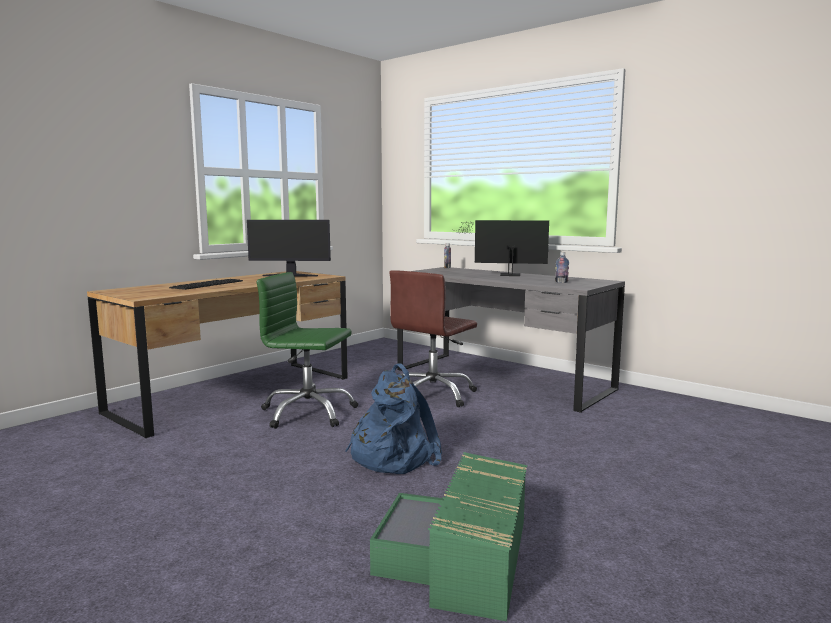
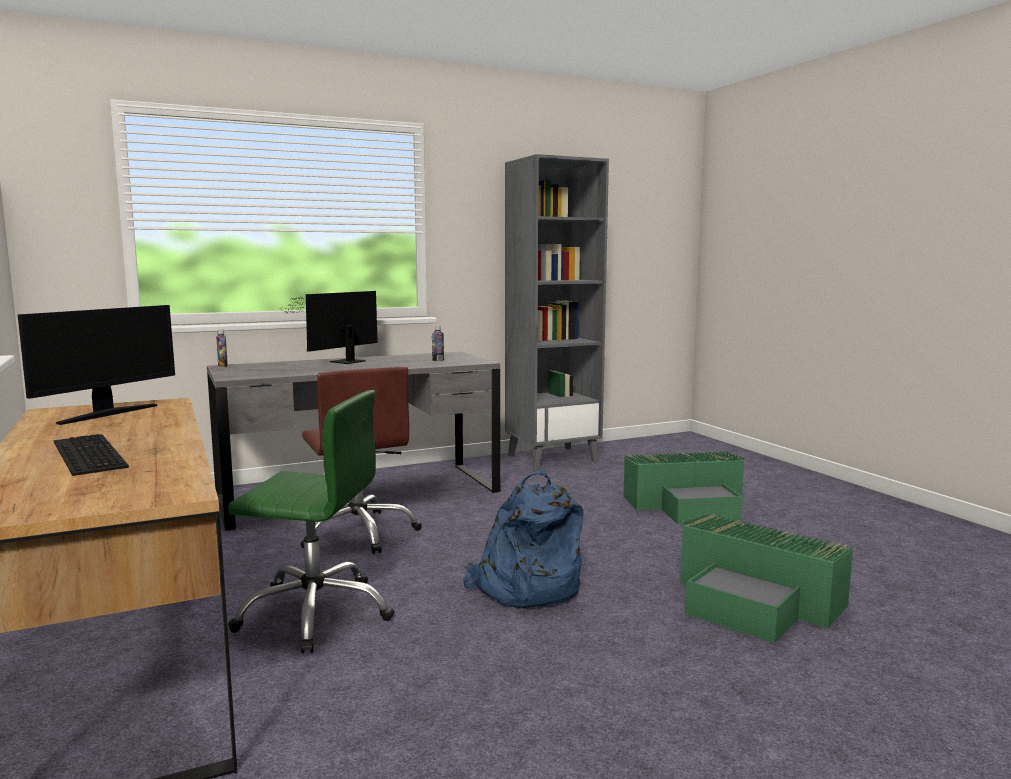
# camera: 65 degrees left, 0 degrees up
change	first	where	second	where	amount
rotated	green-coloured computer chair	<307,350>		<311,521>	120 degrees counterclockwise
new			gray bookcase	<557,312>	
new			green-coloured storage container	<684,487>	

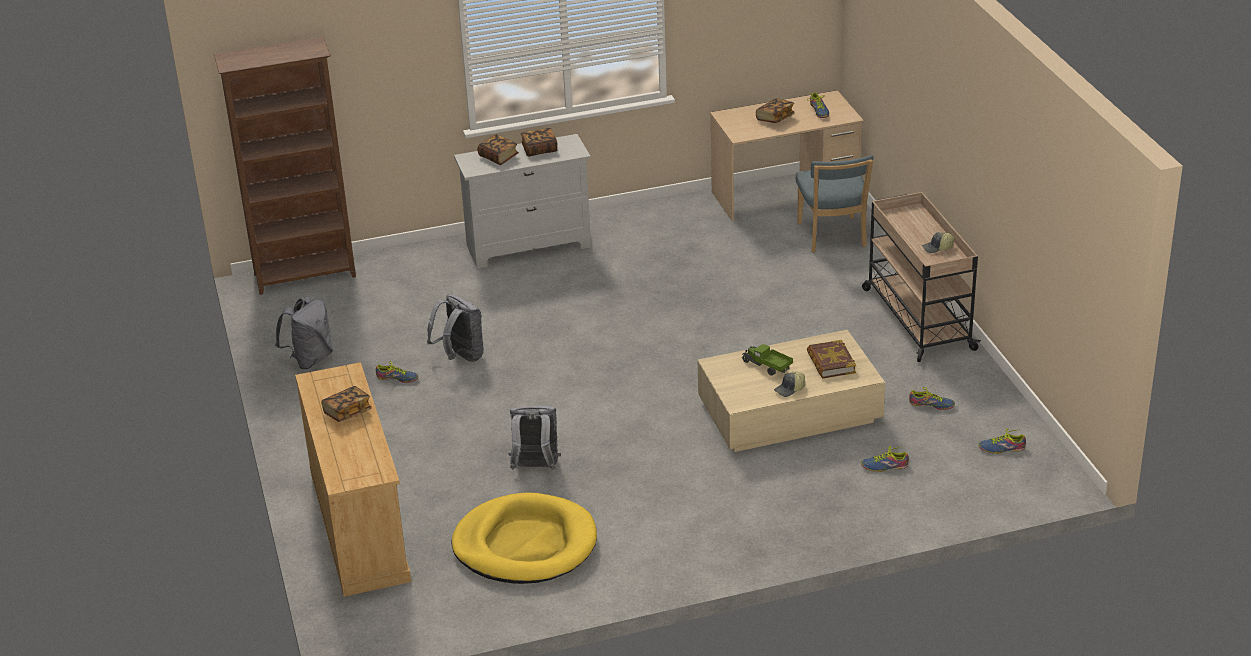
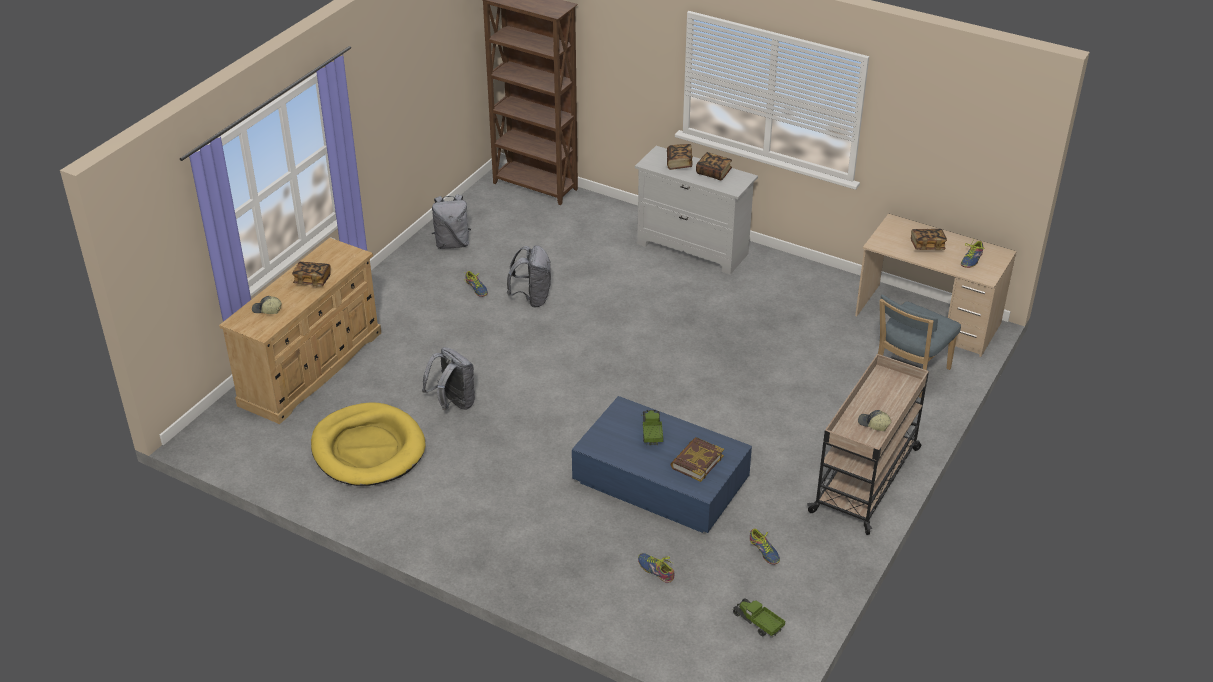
# camera: 45 degrees right, 5 degrees up
change	first	where	second	where	amount
repainted	beige-coloured lounge table	<791,391>	bluish lounge table	<662,464>	
shifted	baseball cap	<789,384>		<267,305>	
swapped	low shoe	<1002,441>	model truck	<758,617>	

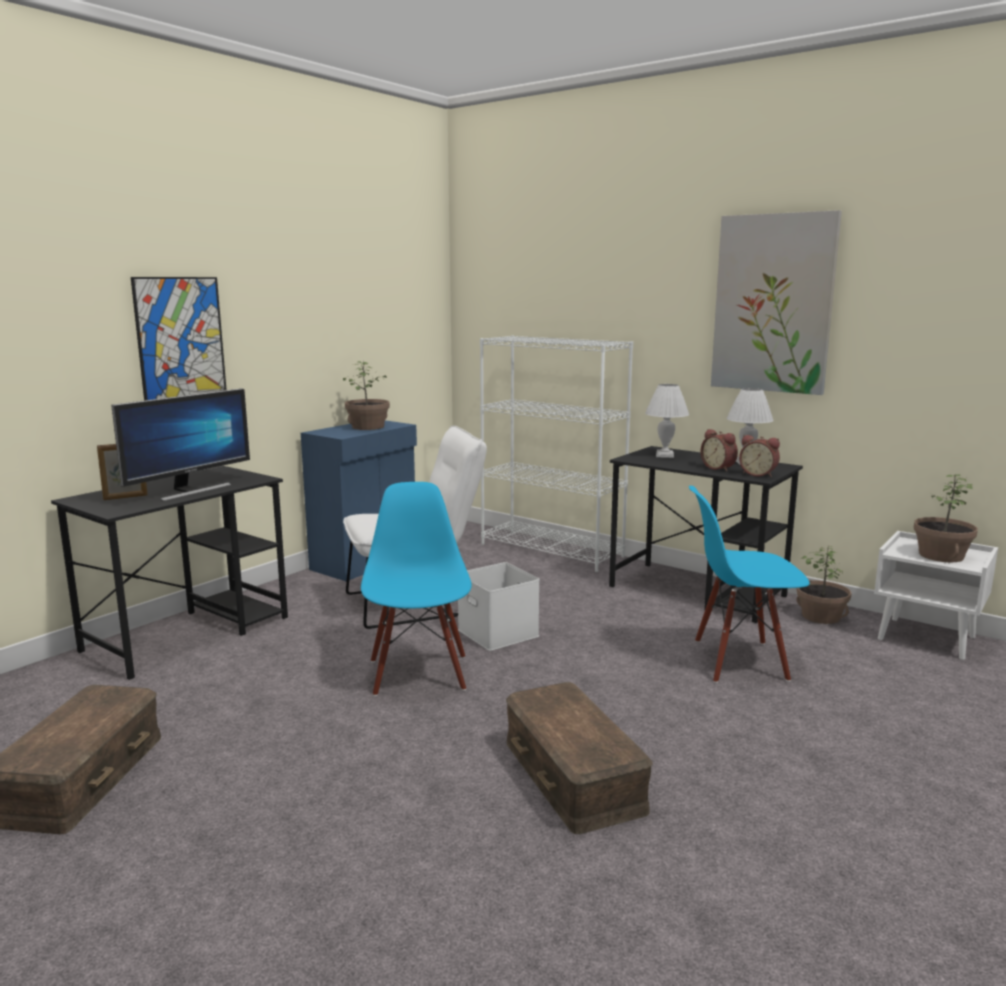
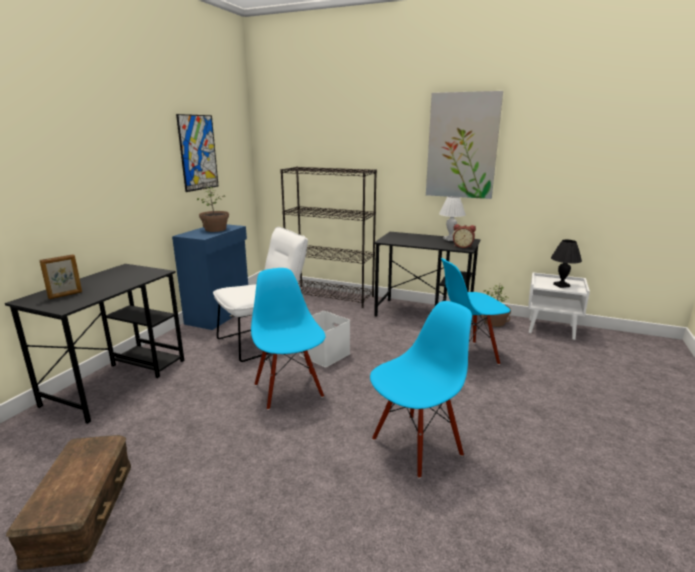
# camera: 15 degrees left, 5 degrees up
change	first	where	second	where	amount
shifted	picture	<179,339>		<197,153>	
repainted	white bookcase	<556,453>	blackish bookcase	<328,237>	
gone	white tabletop lamp	<667,421>			
gone	monitor	<180,444>			
gone	bedside clock	<719,450>			
swapped	plant in a pot	<946,518>	blackish tabletop lamp	<566,264>	
swapped	brown storage container	<579,758>	bluish plain chair	<421,390>	

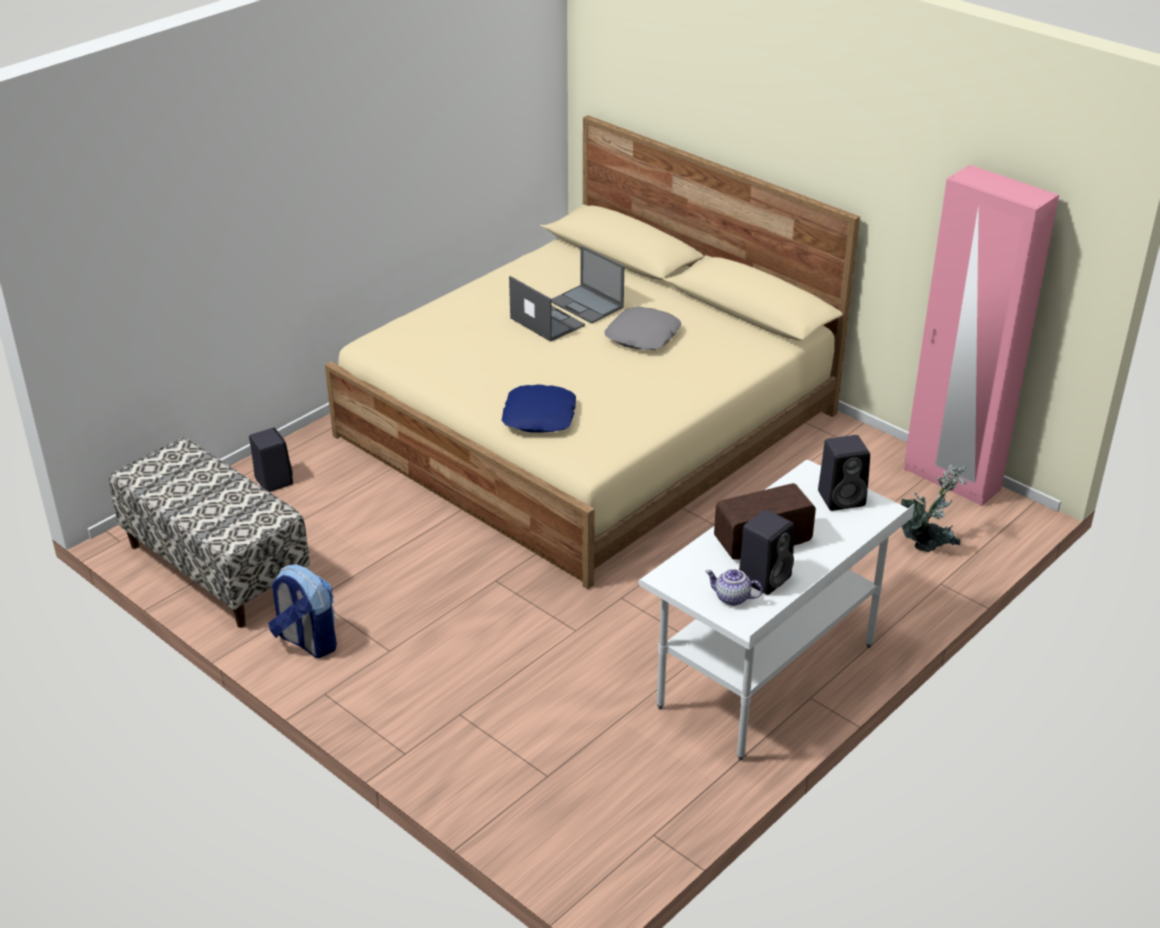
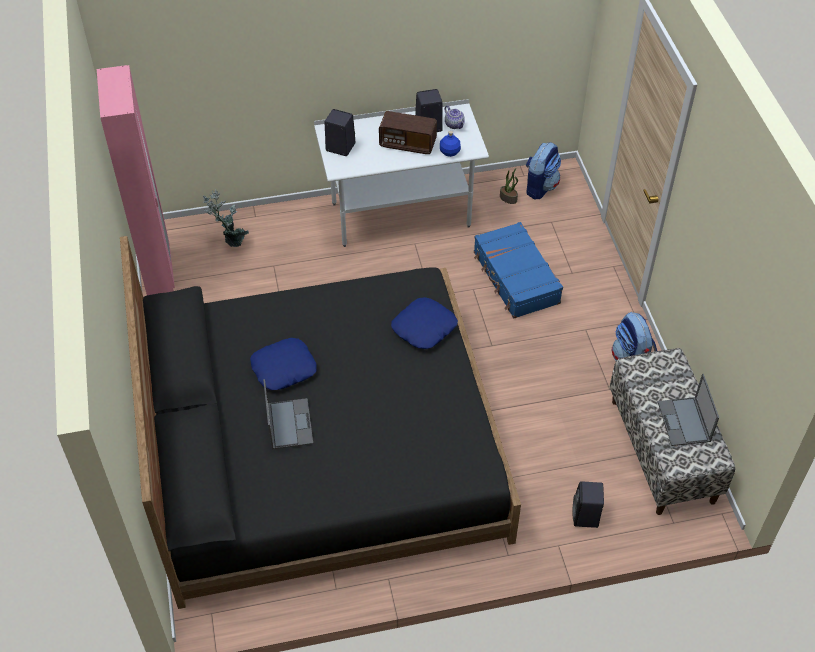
# camera: 145 degrees left, 15 degrees up
change	first	where	second	where	amount
repainted	beige-coloured sleeping bed	<592,352>	blackish sleeping bed	<320,422>	
shifted	laptop	<547,309>		<688,410>	
repainted	gray throw pillow	<643,328>	bluish throw pillow	<283,364>	
new			bluish beverage bottle	<450,144>	
new			rucksack	<543,171>	
new			plant in a pot	<509,186>	
new			bluish piece of luggage	<518,270>	

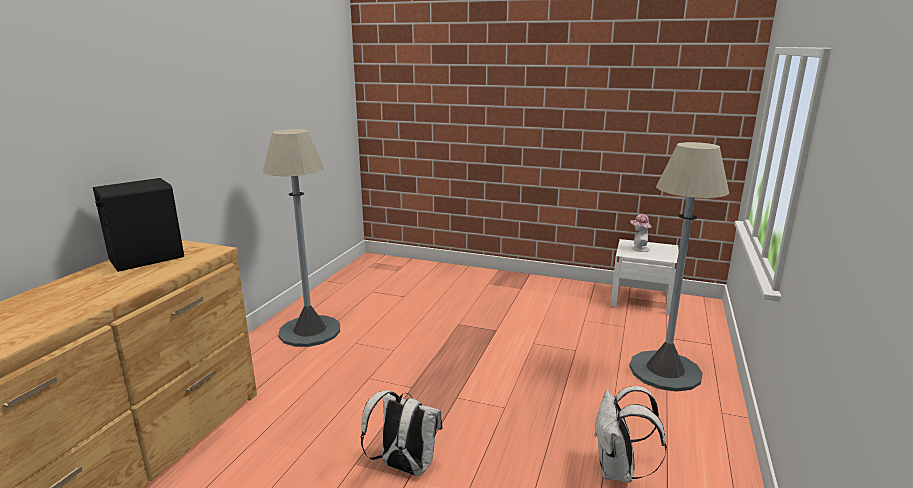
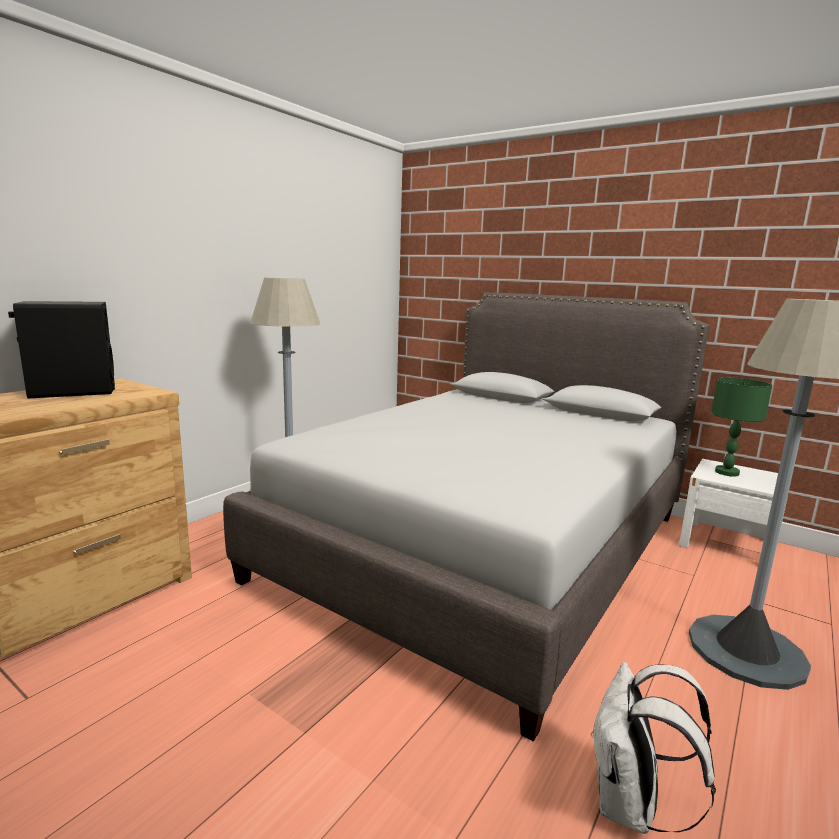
# camera: 15 degrees right, 5 degrees down
change	first	where	second	where	amount
swapped	wearable hat	<641,233>	green-coloured tabletop lamp	<742,427>	
gone	white rucksack	<402,433>			
new			gray sleeping bed	<466,517>	

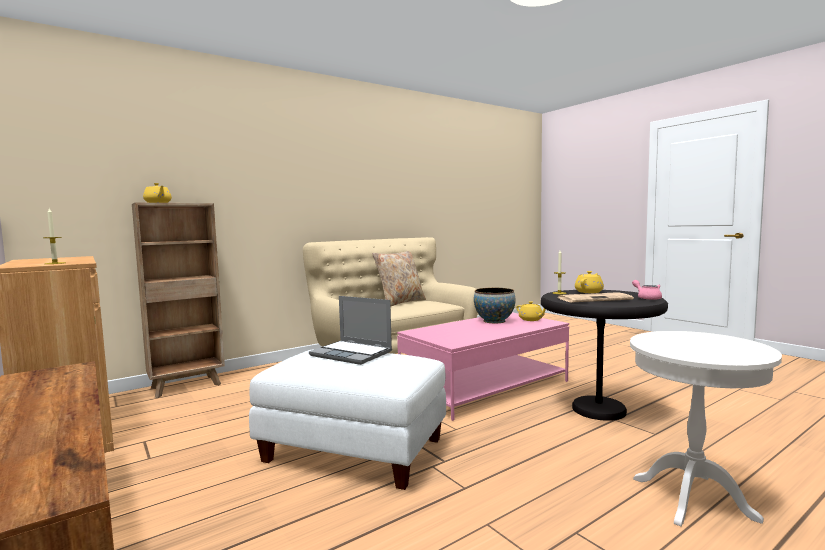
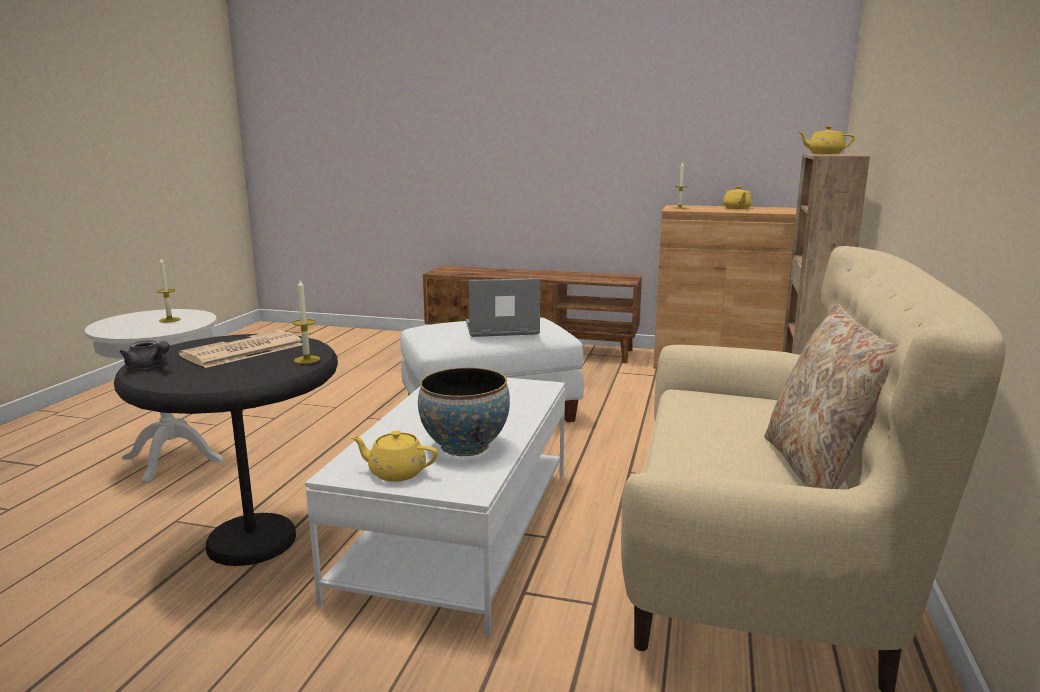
# camera: 140 degrees right, 10 degrees up
change	first	where	second	where	amount
shifted	yellow-coloured tea pot	<589,282>		<737,197>	
repainted	pink tea pot	<647,290>	gray tea pot	<144,354>	
repainted	pink lounge table	<483,366>	white lounge table	<435,507>	
new			wax light	<168,290>	

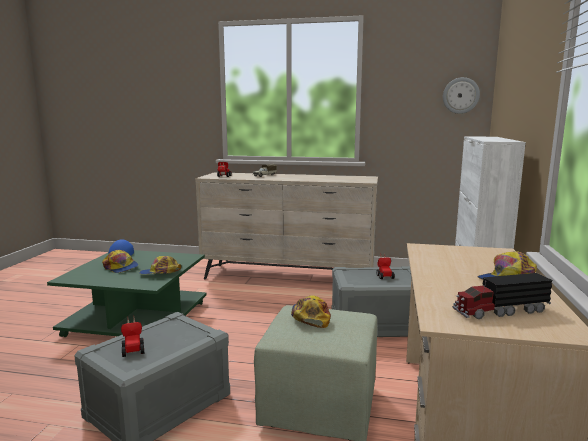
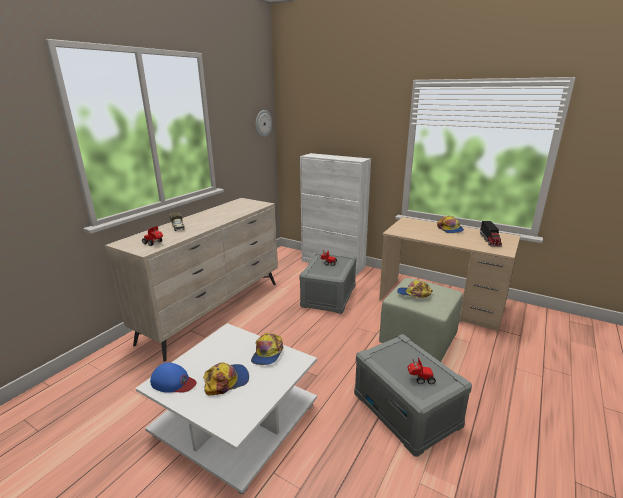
# camera: 70 degrees left, 10 degrees up
change	first	where	second	where	amount
repainted	green-coloured lounge table	<126,293>	white lounge table	<226,409>	

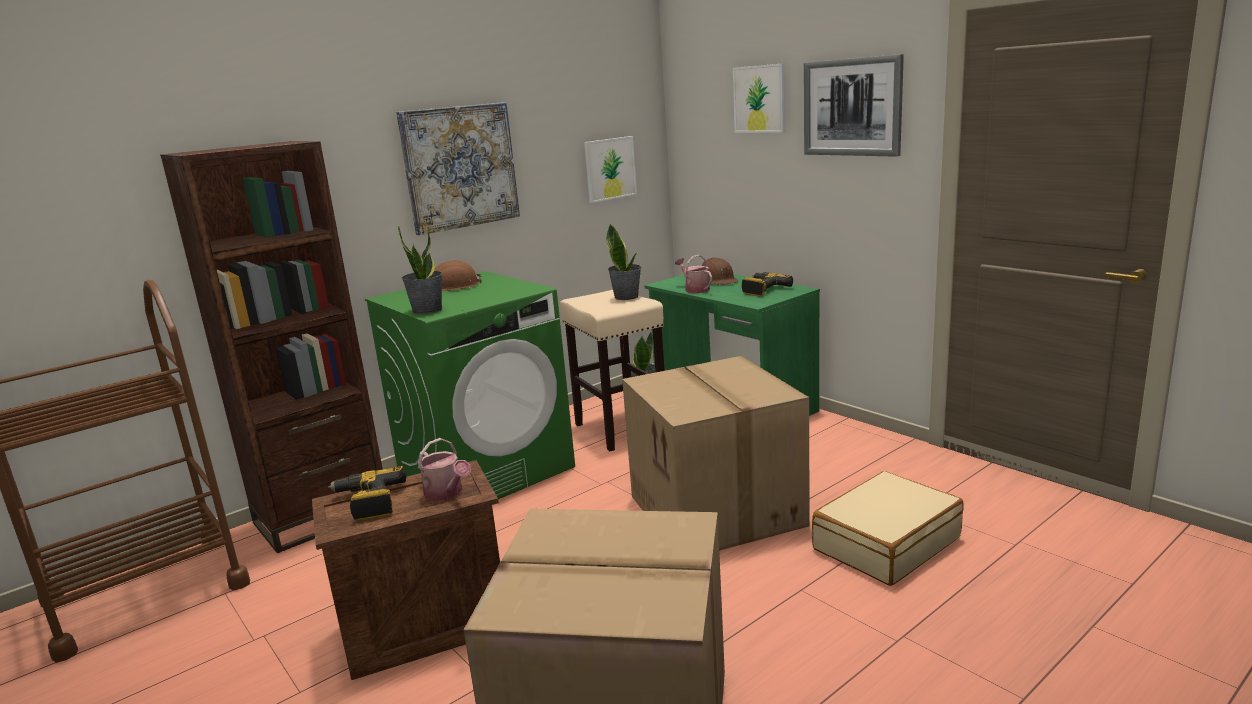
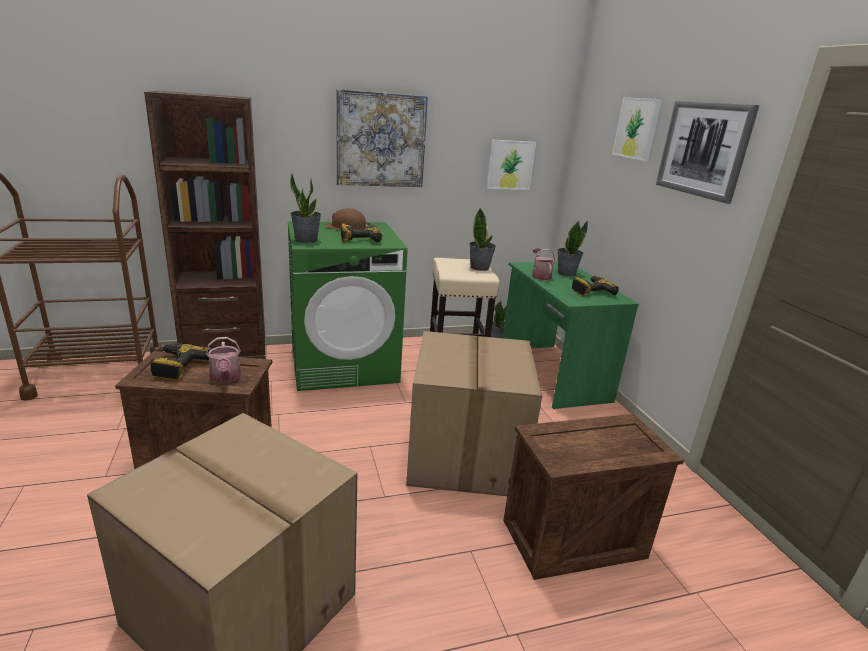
# camera: 20 degrees right, 5 degrees up
change	first	where	second	where	amount
swapped	brown hard hat	<720,271>	plant in a pot	<573,248>	
swapped	beige-coloured piece of luggage	<887,528>	crate	<593,497>	
new			electric drill	<362,232>	

